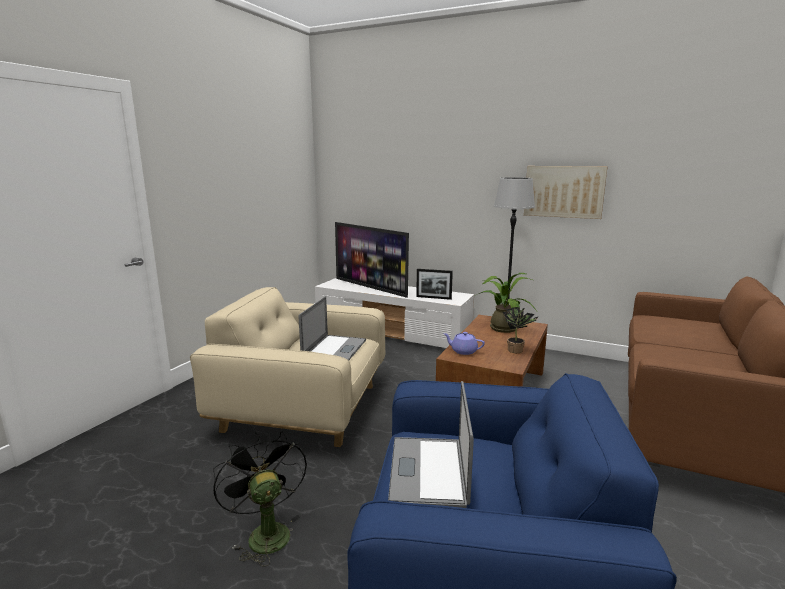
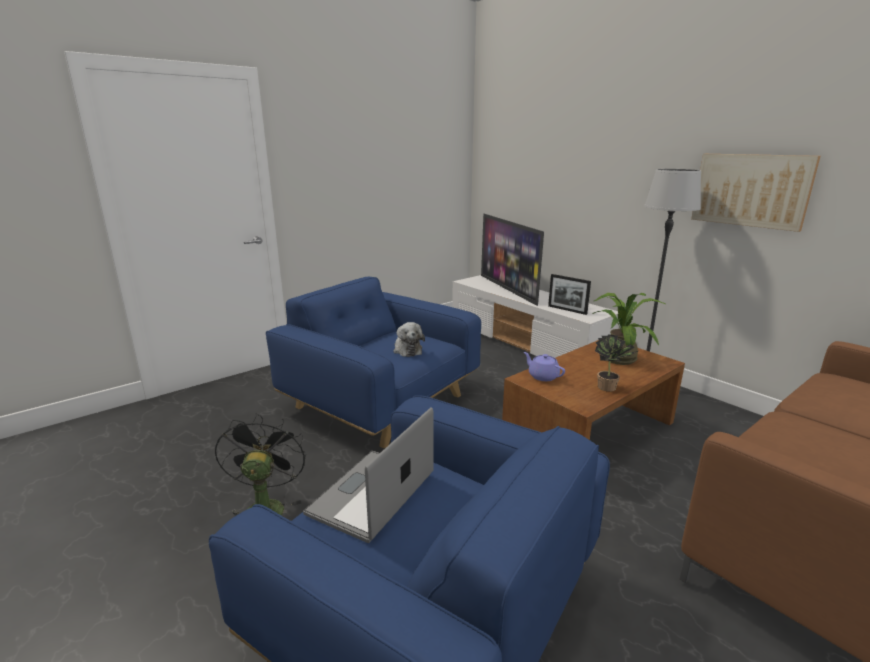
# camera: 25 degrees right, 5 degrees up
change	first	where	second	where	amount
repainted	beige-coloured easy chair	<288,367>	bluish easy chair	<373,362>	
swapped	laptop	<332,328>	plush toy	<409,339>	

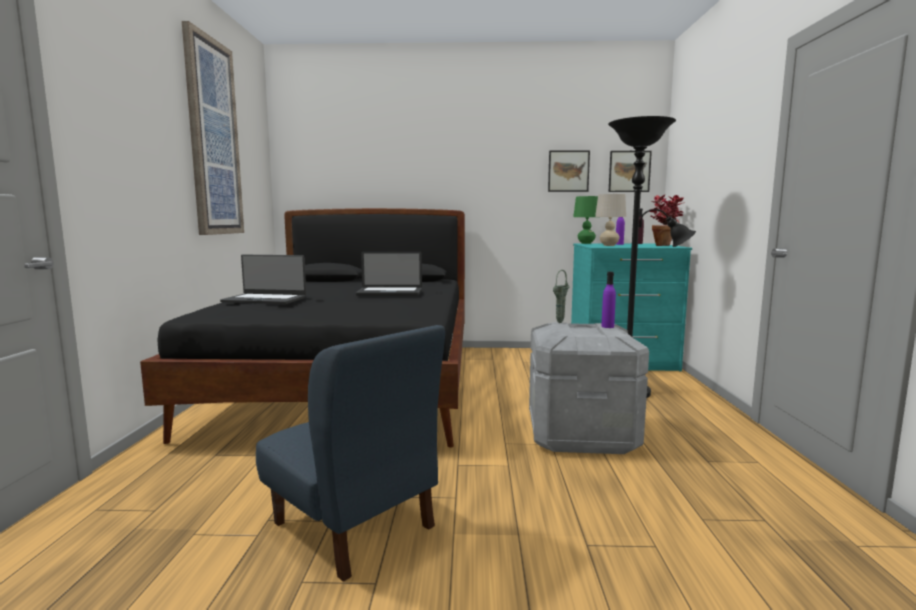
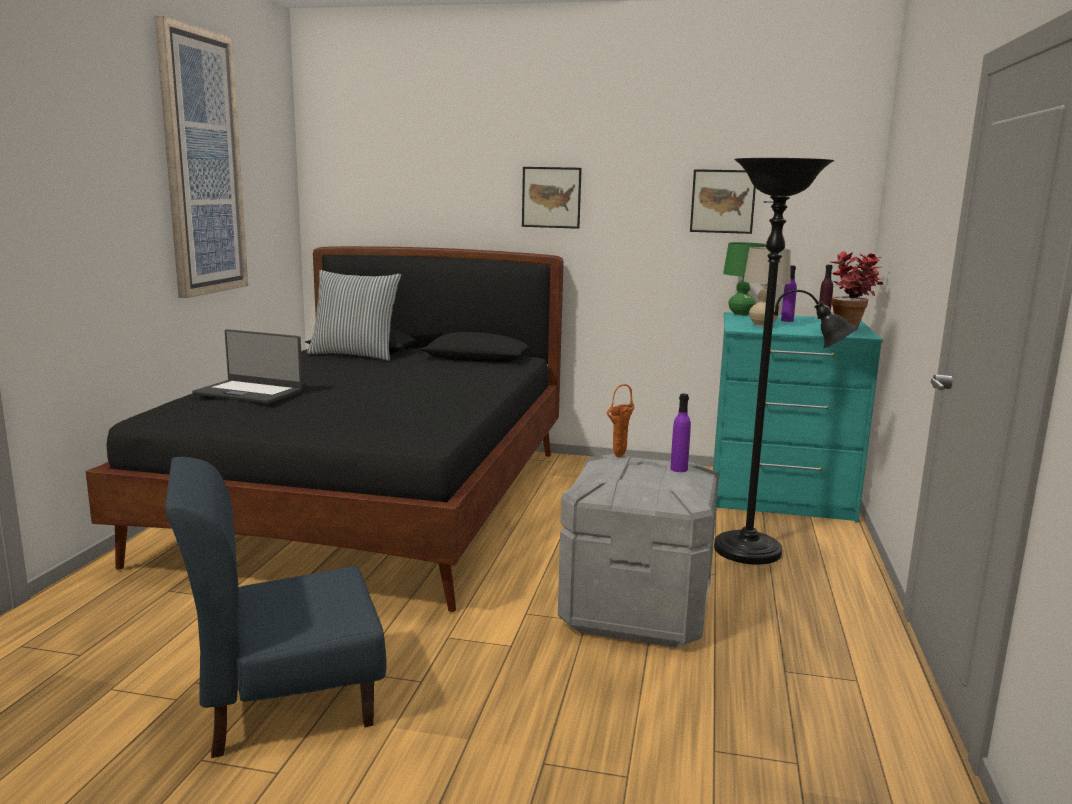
# camera: 10 degrees right, 5 degrees up
change	first	where	second	where	amount
shifted	picture	<630,171>		<552,198>	
gone	laptop	<388,273>			
repainted	green-coloured flower vase	<561,296>	orange-coloured flower vase	<621,420>	
rotated	bluish plain chair	<350,453>		<276,607>	105 degrees clockwise
new			throw pillow	<354,315>	

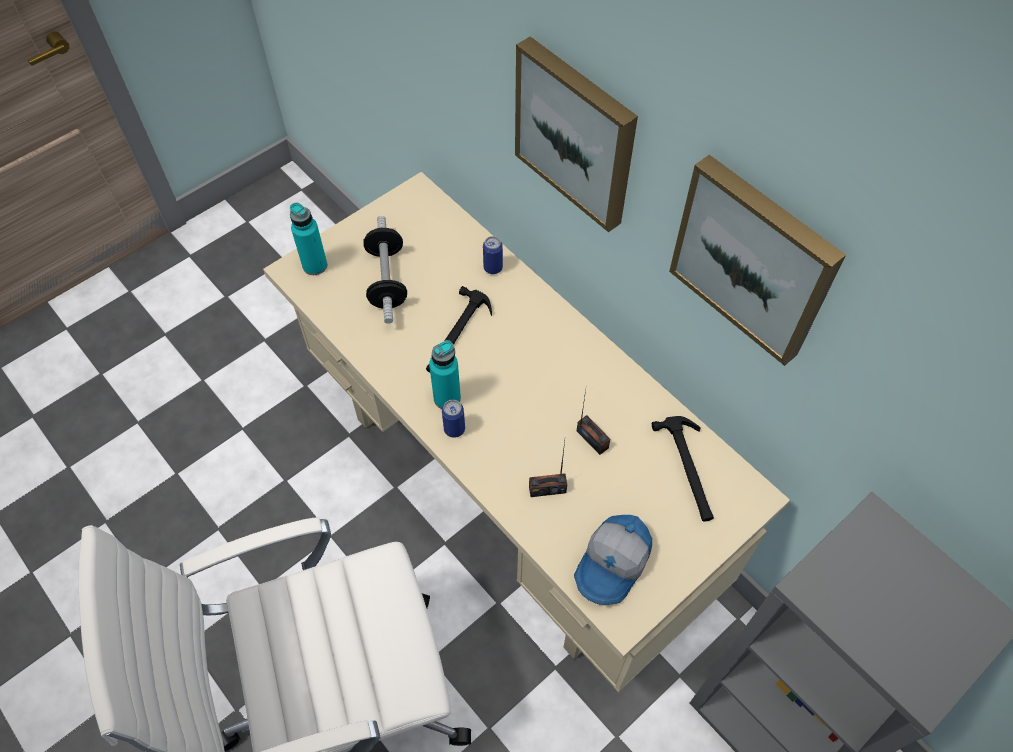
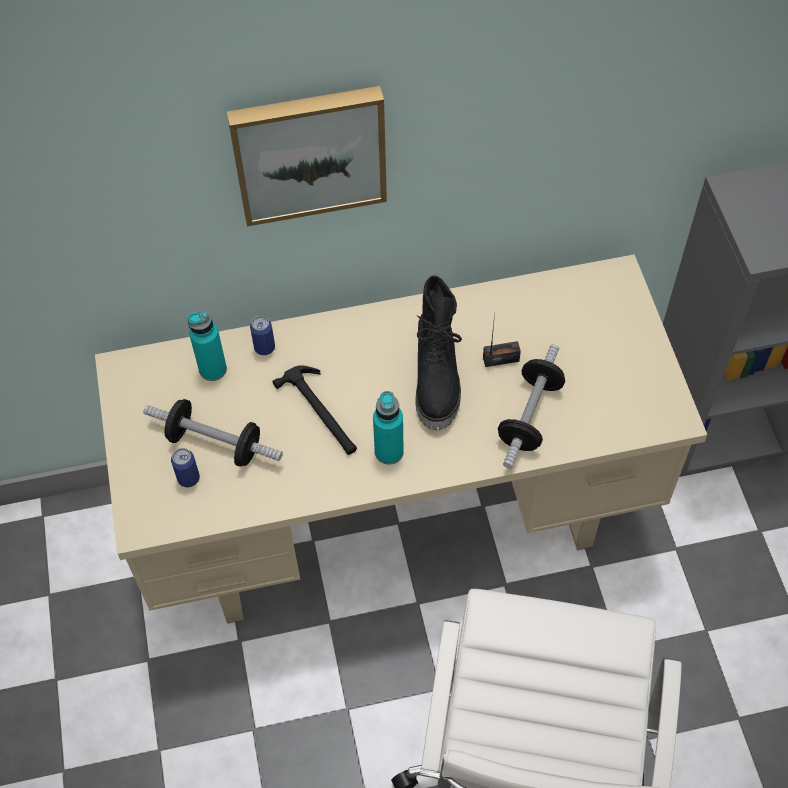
# camera: 60 degrees left, 0 degrees up
change	first	where	second	where	amount
gone	picture	<757,260>			
shifted	blue-green beverage bottle	<308,238>		<207,346>	
shifted	sealed can	<453,419>		<185,467>	
gone	hand hammer	<683,469>			
swapped	radio set	<548,469>	free weight	<531,406>	
gone	baseball cap	<613,560>			
new			blackish boot	<438,352>	

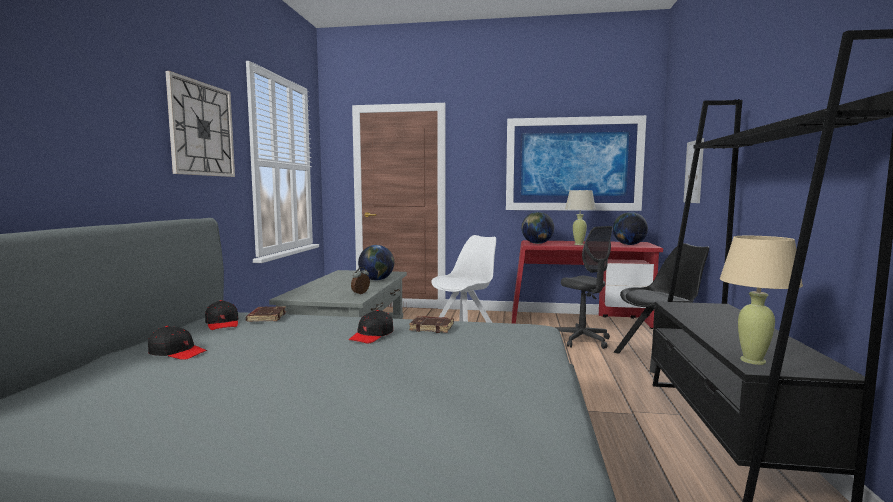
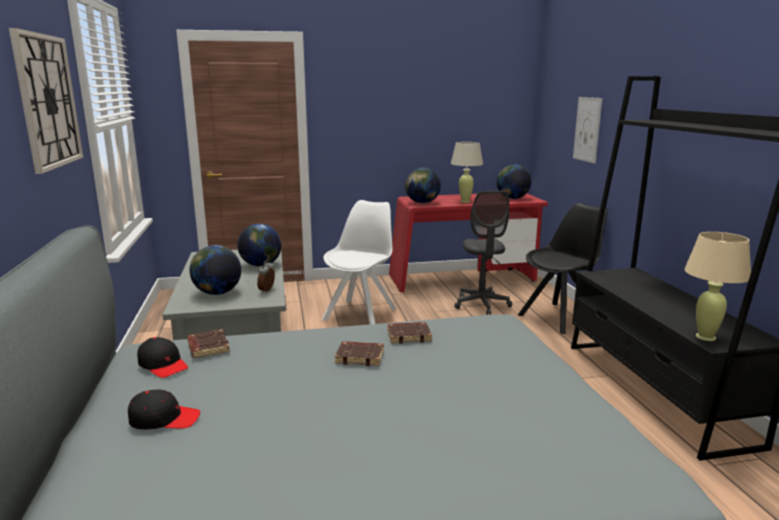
# camera: 20 degrees left, 10 degrees up
change	first	where	second	where	amount
gone	picture	<576,163>			
rotated	gray computer chair	<584,287>		<483,253>	45 degrees clockwise
swapped	blackish baseball cap	<371,327>	brown volume	<359,353>	
new			desk globe	<215,270>	

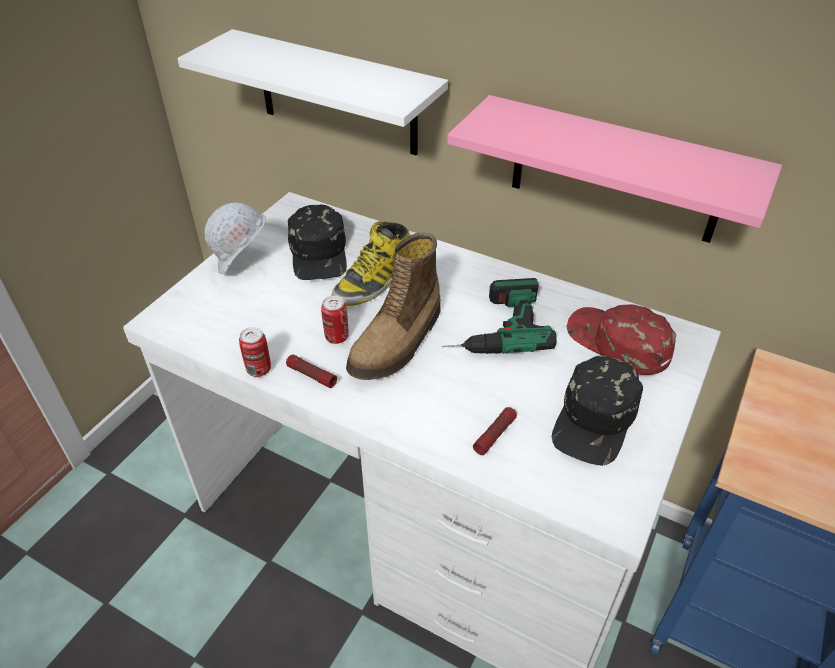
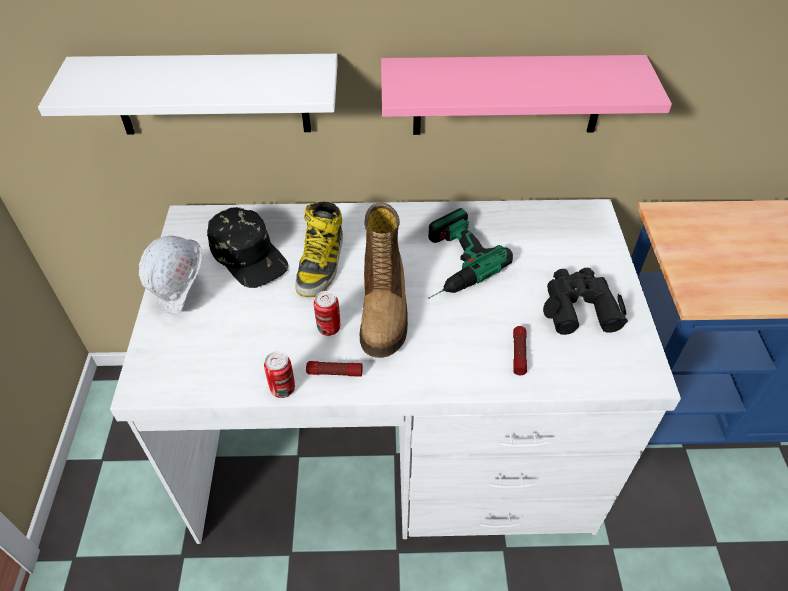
# camera: 30 degrees left, 5 degrees up
change	first	where	second	where	amount
gone	red baseball cap	<621,339>			
swapped	blackish baseball cap	<597,411>	blackish binoculars	<585,301>	

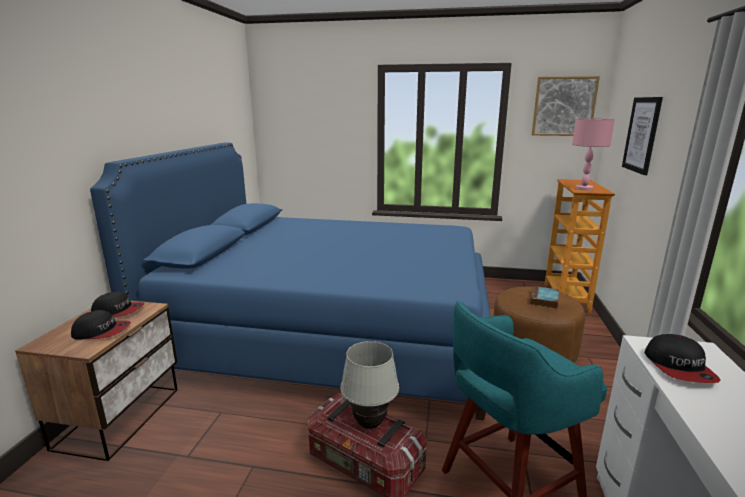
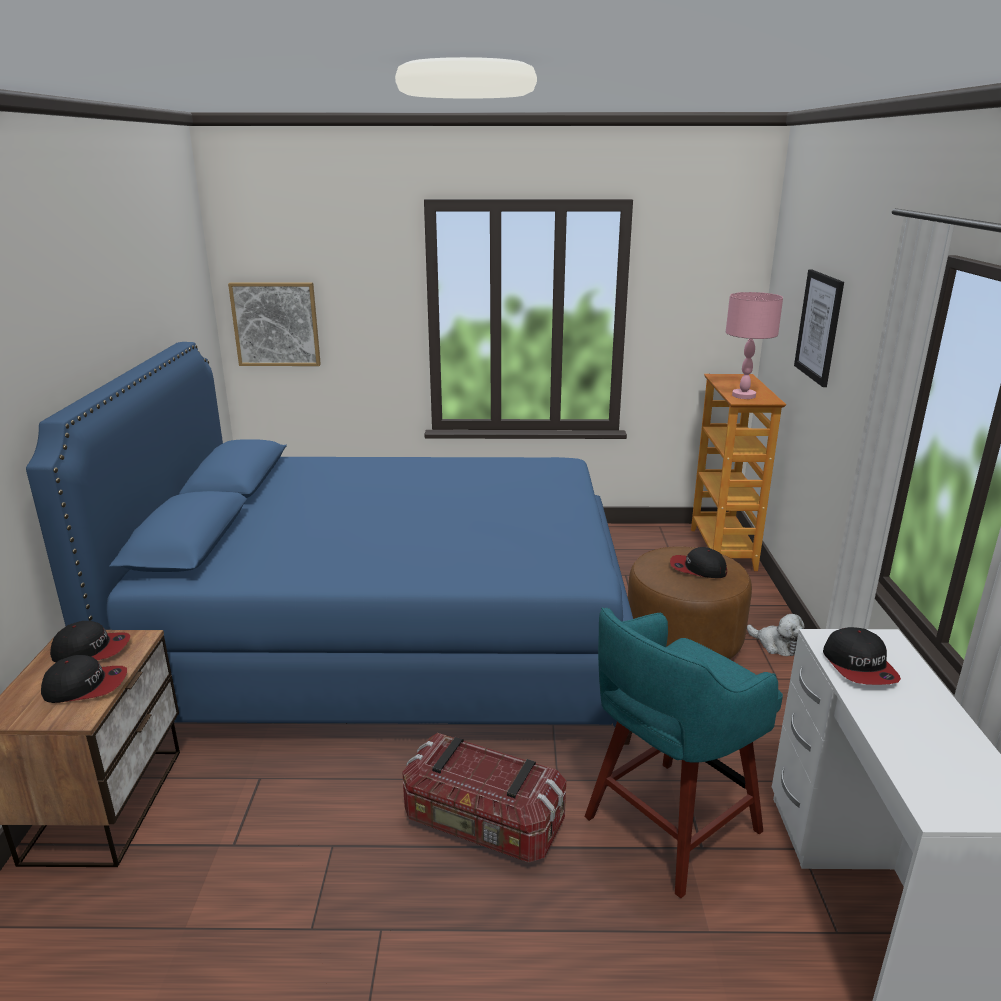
# camera: 10 degrees left, 5 degrees up
change	first	where	second	where	amount
shifted	picture	<566,106>		<274,324>	
swapped	volume	<544,297>	baseball cap	<698,562>	
gone	white tabletop lamp	<369,385>			
new			plush toy	<776,635>	

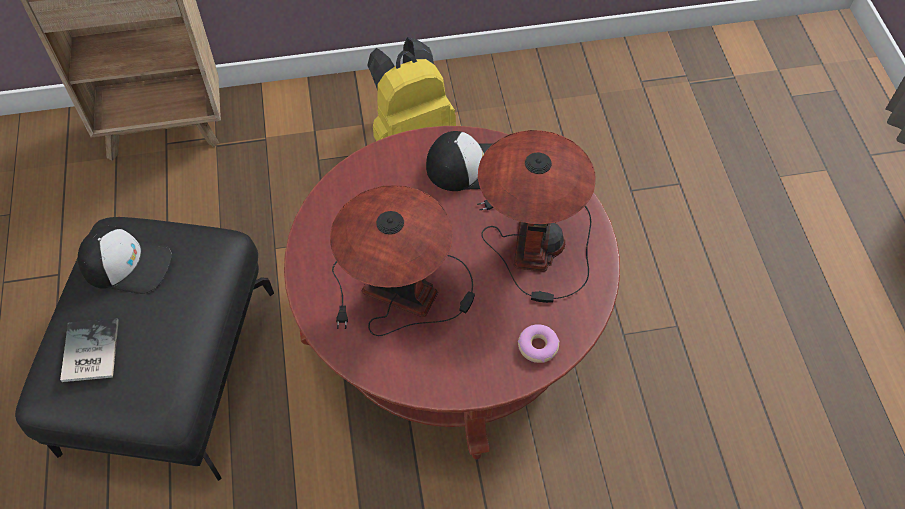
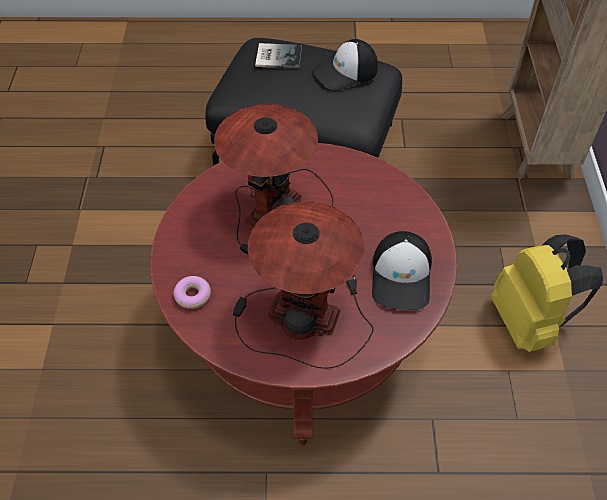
# camera: 100 degrees right, 5 degrees down
change	first	where	second	where	amount
rotated	baseball cap	<125,260>		<345,65>	45 degrees clockwise

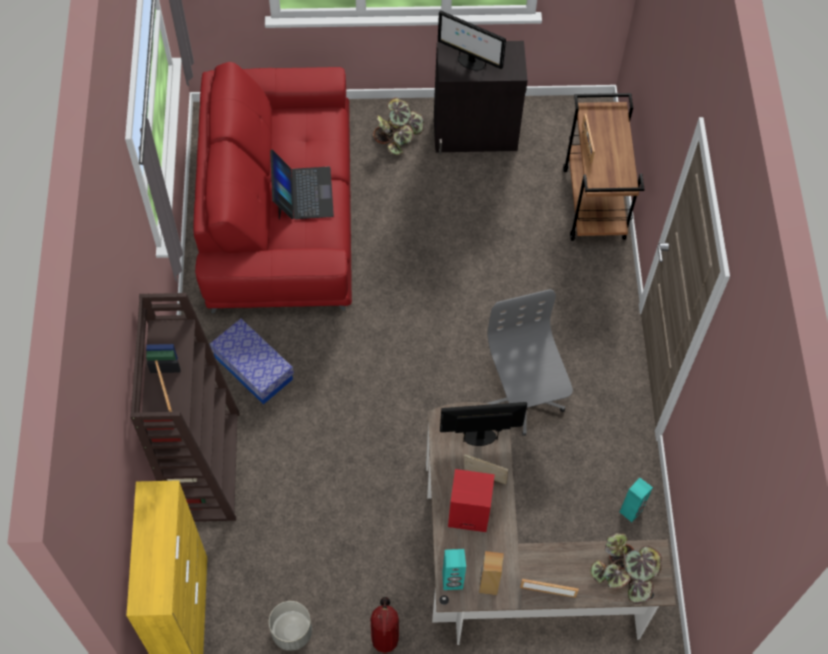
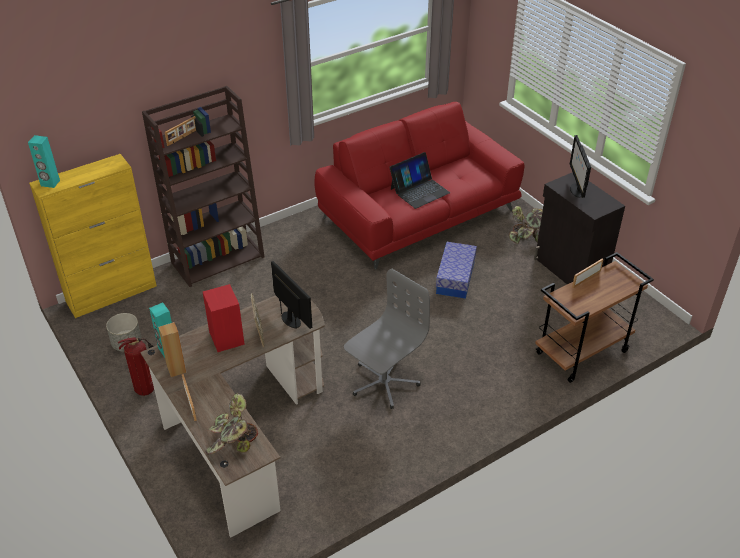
# camera: 60 degrees right, 20 degrees down
change	first	where	second	where	amount
shifted	storage container	<252,362>		<456,270>	
shifted	blue-green speaker	<636,500>		<44,161>	

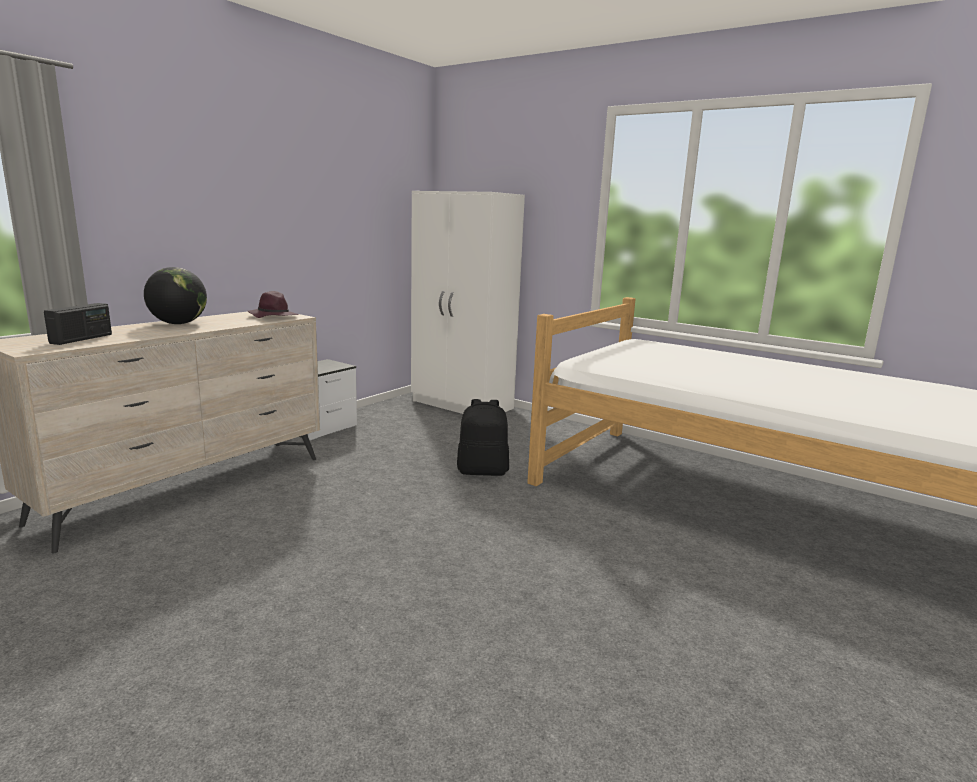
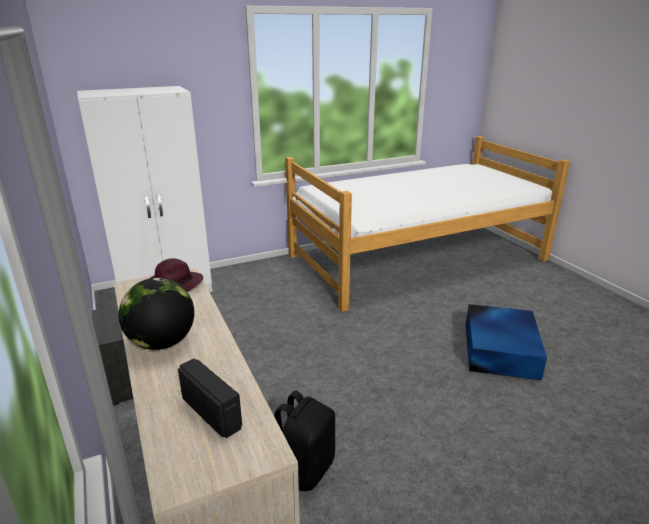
# camera: 60 degrees left, 10 degrees up
change	first	where	second	where	amount
shifted	blackish rucksack	<483,437>		<304,440>	
new			bluish storage container	<506,342>	

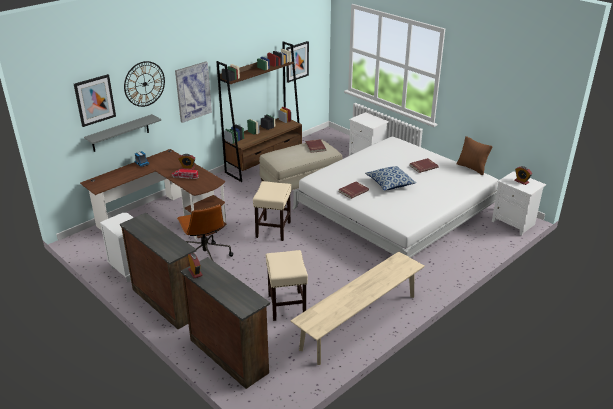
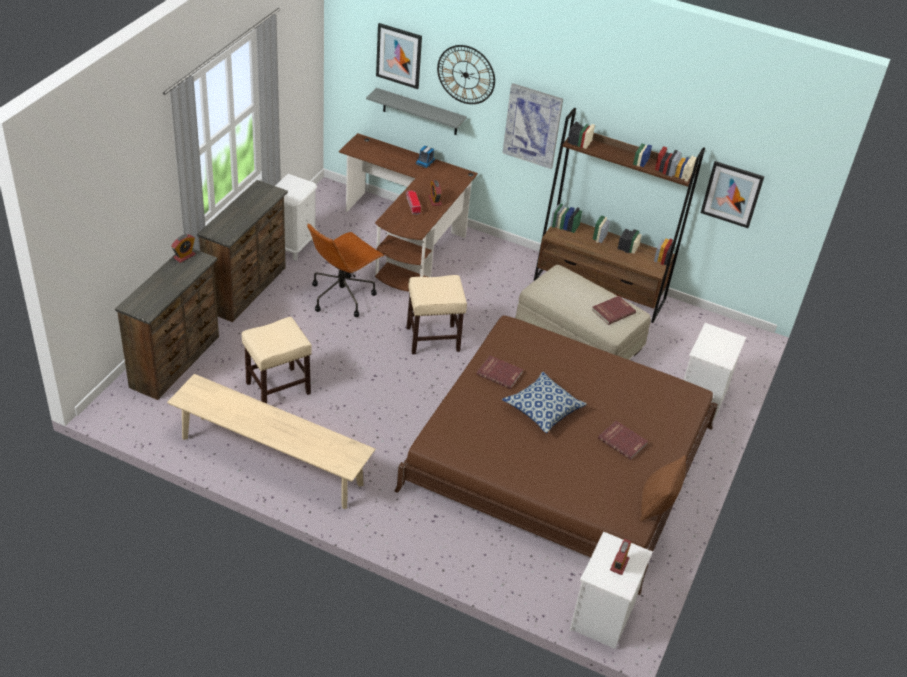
# camera: 65 degrees right, 10 degrees up
change	first	where	second	where	amount
repainted	white sleeping bed	<395,197>	brown sleeping bed	<556,455>	

